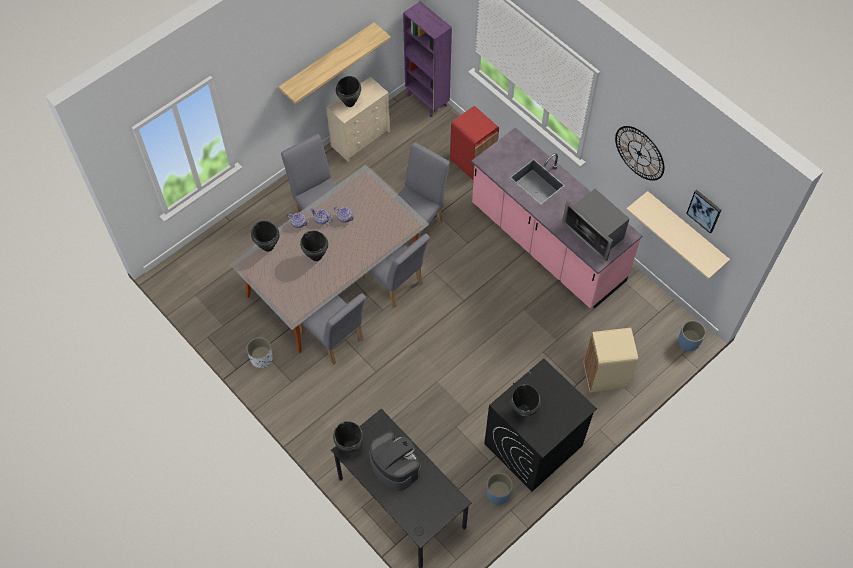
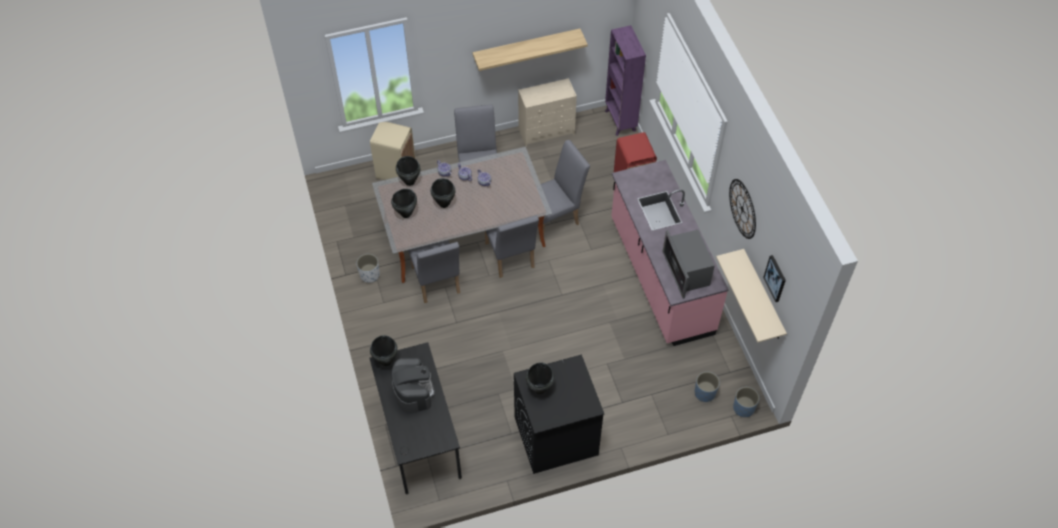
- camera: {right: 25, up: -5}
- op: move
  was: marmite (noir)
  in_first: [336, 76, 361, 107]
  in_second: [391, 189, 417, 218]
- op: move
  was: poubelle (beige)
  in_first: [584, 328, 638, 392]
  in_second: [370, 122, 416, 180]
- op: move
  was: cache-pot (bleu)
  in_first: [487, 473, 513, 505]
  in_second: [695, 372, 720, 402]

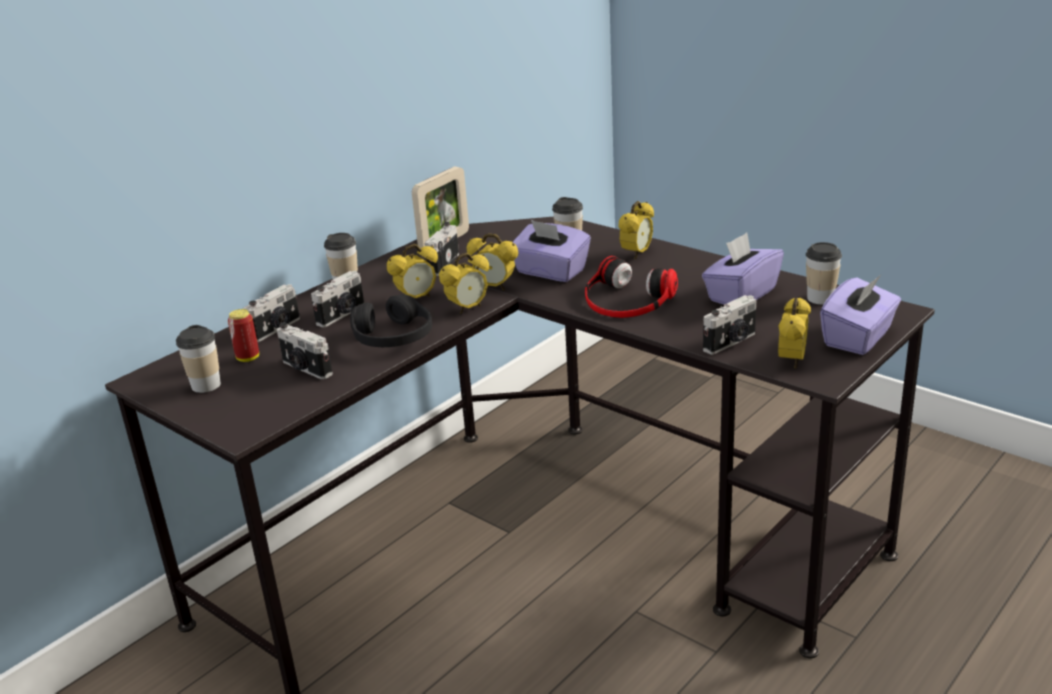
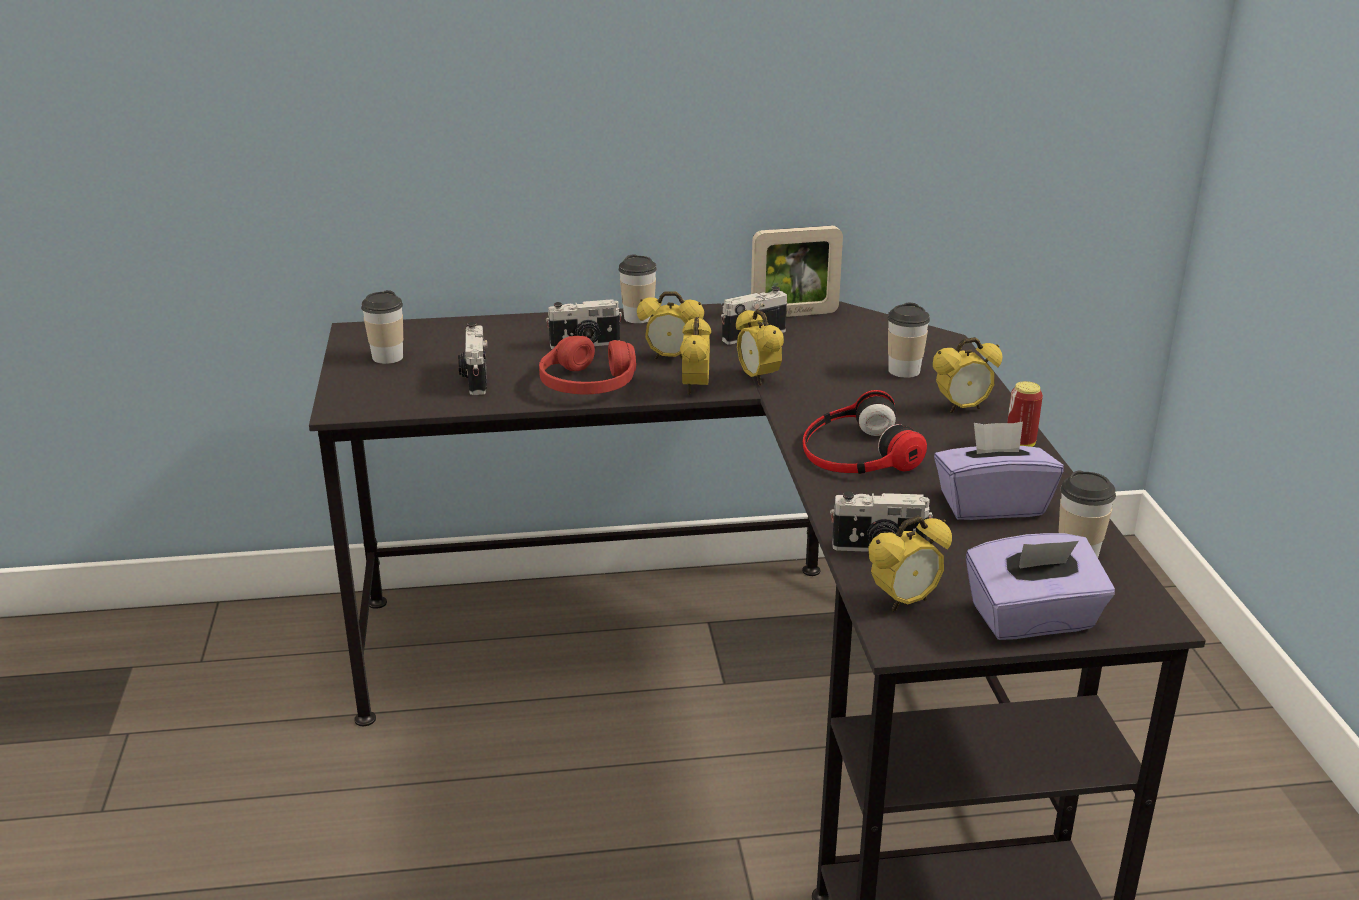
- camera: {right: 40, up: 0}
- op: delete
  was: boîte à mouchoirs (violet)
  in_first: [513, 220, 591, 282]
- op: rotate
  was: réveil
  in_first: [439, 253, 489, 314]
  in_second: [680, 317, 711, 395]
  clockwise: 90
- op: delete
  was: appareil photo
  in_first: [243, 284, 300, 342]
- op: recolor
  was: casque audio (noir)
  now: casque audio (rouge)
  in_first: [350, 294, 432, 347]
  in_second: [539, 336, 636, 395]
- op: move
  was: boîte métallique
  in_first: [228, 309, 259, 362]
  in_second: [1007, 381, 1043, 447]

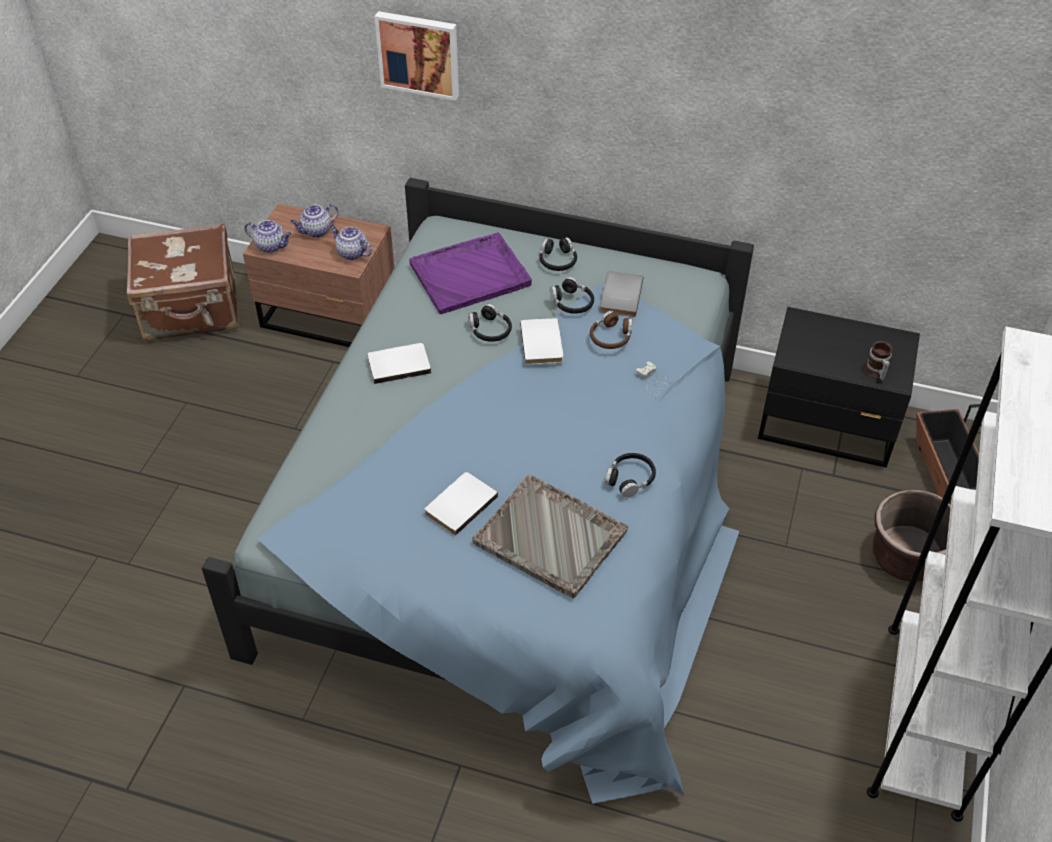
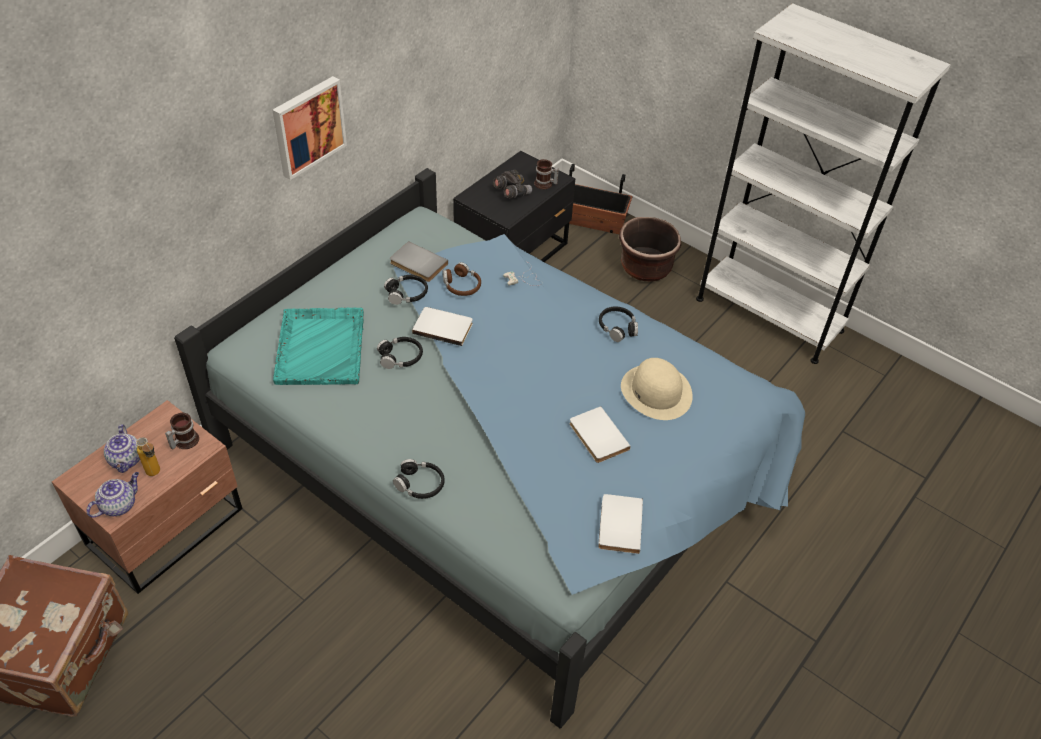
- camera: {right: -70, up: 0}
- op: move
  was: tableau
  in_first: [374, 11, 459, 101]
  in_second: [273, 76, 347, 180]
- op: replace
  was: théière
  now: mug
  in_first: [330, 225, 372, 260]
  in_second: [165, 413, 199, 450]
- op: recolor
  was: plateau (violet)
  now: plateau (turquoise)
  in_first: [409, 232, 532, 314]
  in_second: [273, 307, 364, 385]
- op: move
  was: casque audio (noir)
  in_first: [539, 237, 577, 271]
  in_second: [393, 459, 445, 499]
- op: move
  was: livre (blanc)
  in_first: [367, 343, 431, 384]
  in_second: [598, 494, 643, 554]
- op: replace
  was: plateau (gris)
  now: chapeau (beige)
  in_first: [472, 475, 628, 598]
  in_second: [621, 358, 693, 420]
- op: insert
  now: jumelles (gris)
  in_second: [493, 169, 532, 199]
- op: insert
  now: bouteille
  in_second: [136, 437, 160, 476]

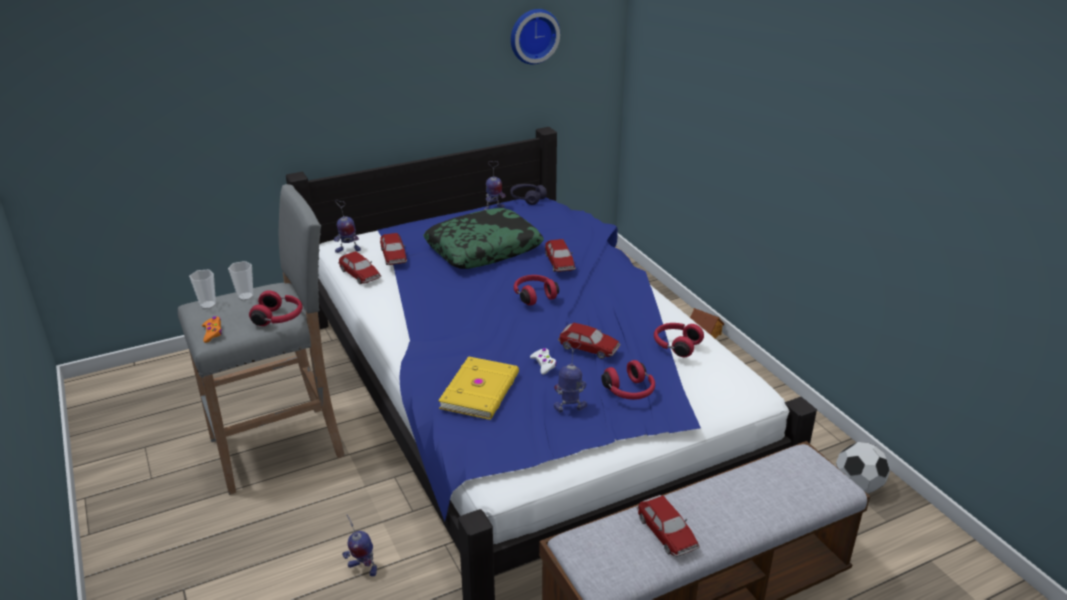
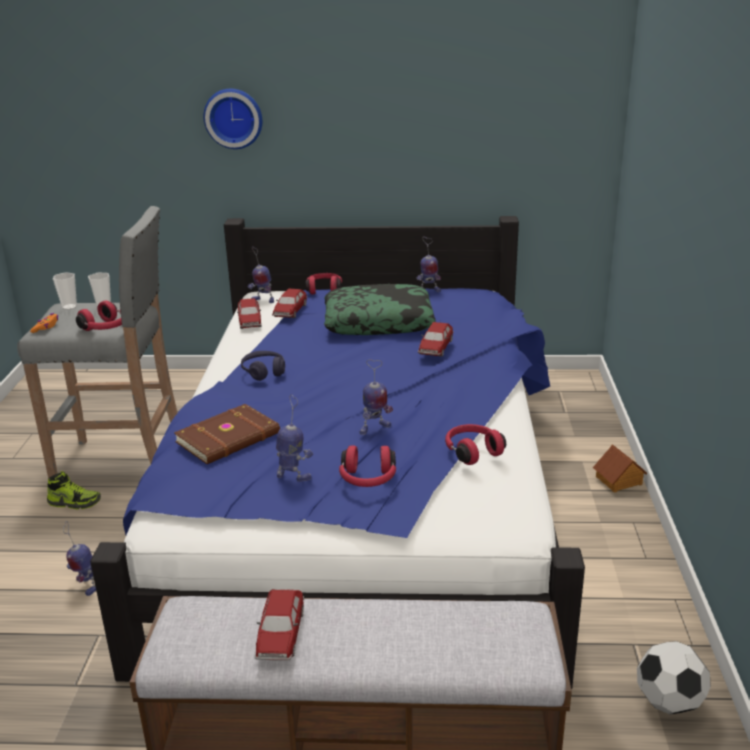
- camera: {right: 30, up: -5}
- op: move
  was: horloge murale
  in_first: [511, 9, 560, 64]
  in_second: [203, 89, 262, 149]
- op: move
  was: casque audio (violet)
  in_first: [510, 184, 547, 205]
  in_second: [241, 351, 285, 381]
- op: move
  was: casque audio (rouge)
  in_first: [514, 275, 559, 306]
  in_second: [306, 273, 342, 294]
- op: replace
  was: petite voiture
  now: robot jouet
  in_first: [558, 323, 621, 359]
  in_second: [360, 360, 393, 435]
- op: delete
  was: manette (blanc)
  in_first: [530, 348, 557, 375]
- op: recolor
  was: livre (jaune)
  now: livre (marron)
  in_first: [438, 356, 519, 420]
  in_second: [174, 404, 280, 464]
- op: insert
  now: chaussure
  in_second: [47, 471, 101, 510]

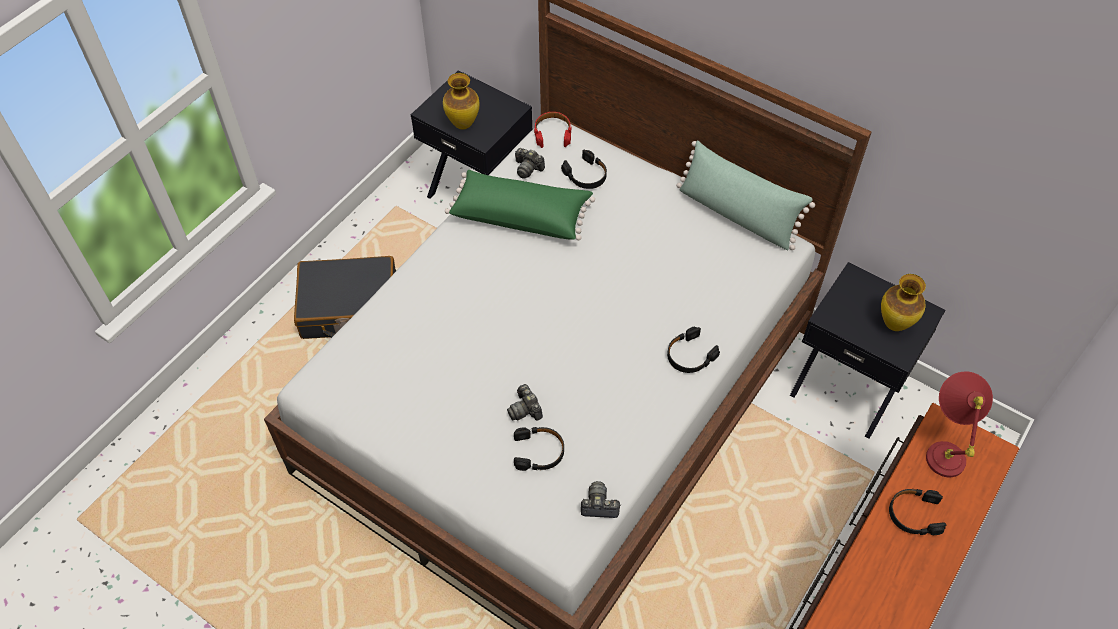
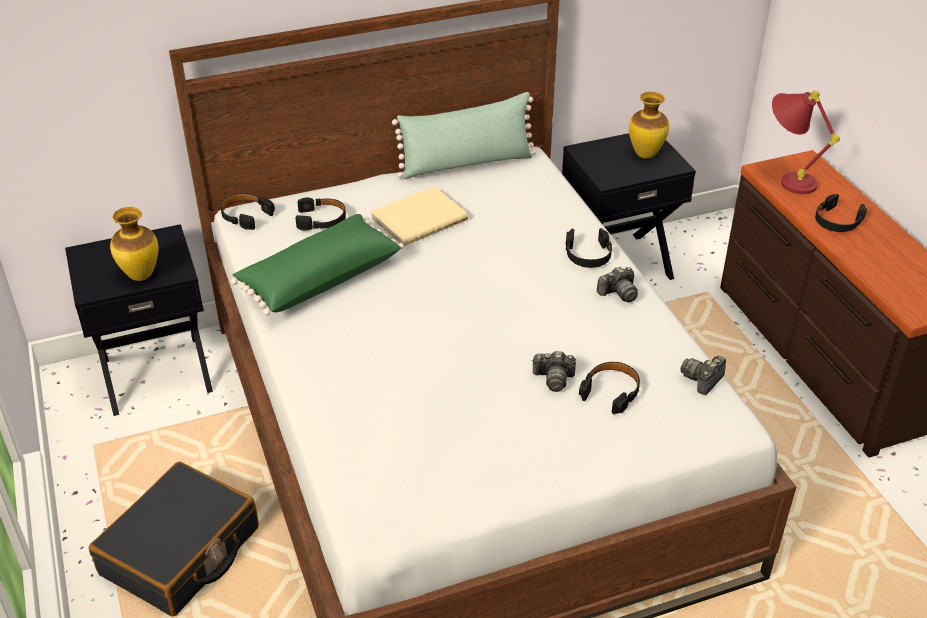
- camera: {right: -55, up: -15}
- op: recolor
  was: casque audio (rouge)
  now: casque audio (noir)
  in_first: [534, 112, 571, 148]
  in_second: [221, 193, 275, 230]
- op: move
  was: appareil photo
  in_first: [515, 148, 545, 179]
  in_second: [597, 266, 638, 303]
- op: insert
  now: livre (beige)
  in_second: [371, 187, 468, 246]

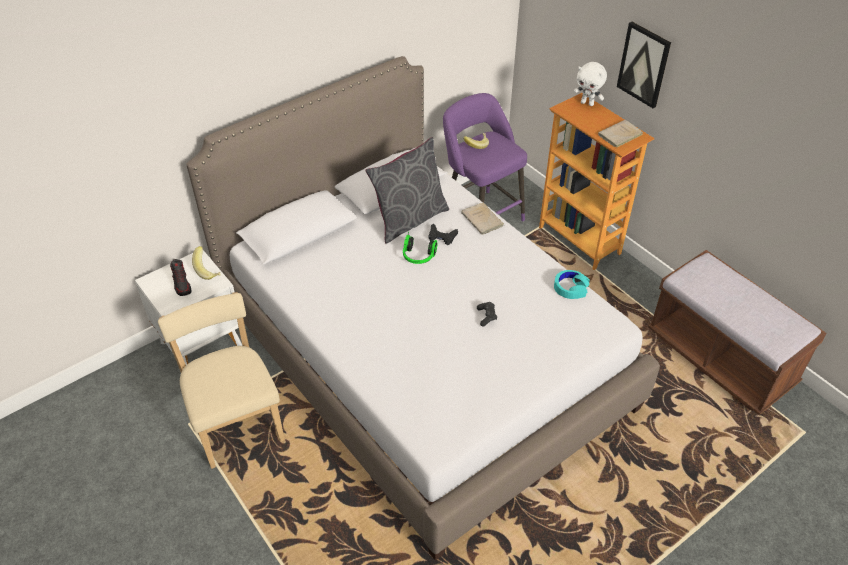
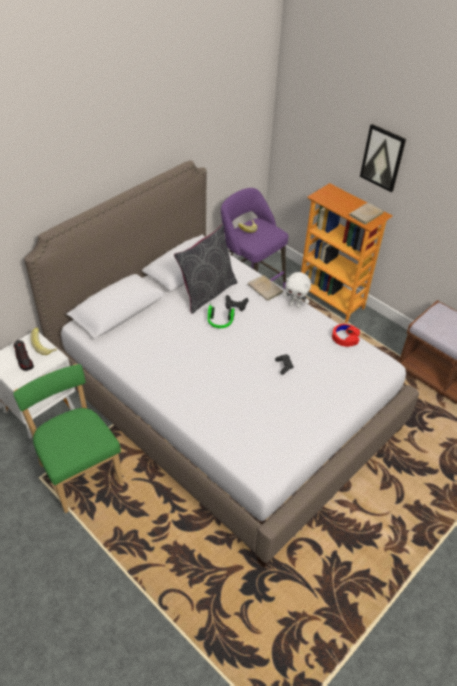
- camera: {right: -10, up: 0}
- op: move
  was: peluche (blanc)
  in_first: [574, 62, 607, 106]
  in_second: [283, 272, 311, 308]
- op: recolor
  was: casque audio (turquoise)
  now: casque audio (rouge)
  in_first: [554, 270, 590, 299]
  in_second: [332, 324, 360, 347]
- op: recolor
  was: chaise (beige)
  now: chaise (vert)
  in_first: [158, 292, 285, 469]
  in_second: [13, 364, 123, 513]

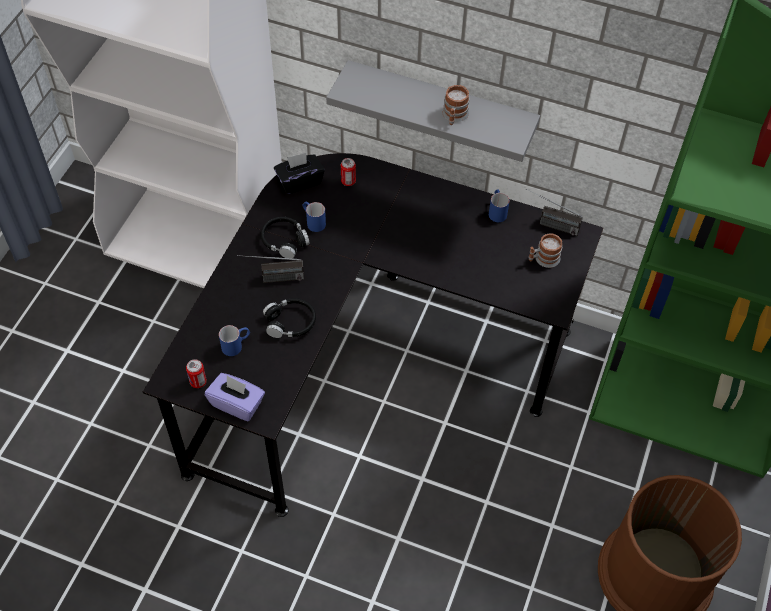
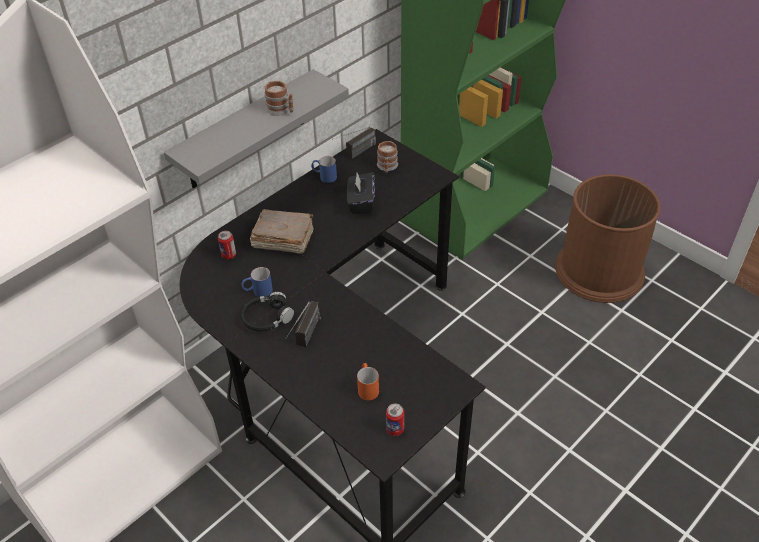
- camera: {right: -65, up: -10}
- op: move
  was: boîte à mouchoirs (noir)
  in_first: [274, 153, 325, 194]
  in_second: [347, 172, 375, 214]
- op: delete
  was: casque audio (noir)
  in_first: [263, 298, 316, 338]
- op: recolor
  was: mug (bleu)
  now: mug (orange)
  in_first: [219, 325, 250, 356]
  in_second: [357, 363, 379, 400]
- op: delete
  was: boîte à mouchoirs (violet)
  in_first: [205, 373, 265, 421]
- op: insert
  now: livre (marron)
  in_second: [250, 209, 313, 254]

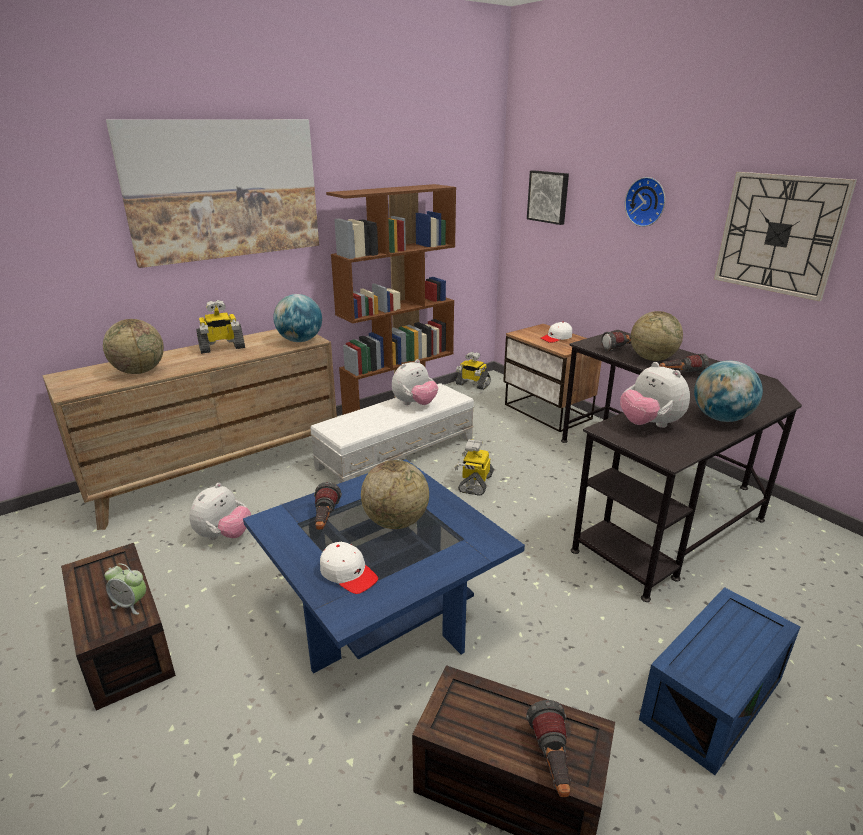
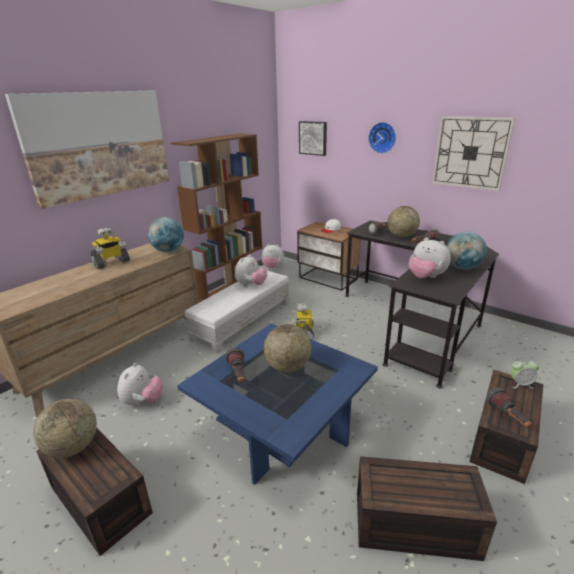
- camera: {right: -15, up: 0}
- op: move
  was: globe
  in_first: [103, 319, 164, 374]
  in_second: [33, 399, 97, 458]
- op: replace
  was: robot jouet
  now: peluche
  in_first: [456, 352, 491, 390]
  in_second: [262, 244, 284, 268]
- op: delete
  was: casquette (blanc)
  in_first: [320, 542, 378, 594]
- op: move
  was: réveil
  in_first: [105, 563, 146, 615]
  in_second: [511, 358, 539, 389]
- op: recolor
  was: boîte de rangement (bleu)
  now: boîte de rangement (marron)
  in_first: [639, 587, 801, 775]
  in_second: [469, 370, 543, 484]
- op: move
  was: lampe de poche
  in_first: [526, 700, 571, 797]
  in_second: [486, 387, 532, 428]

